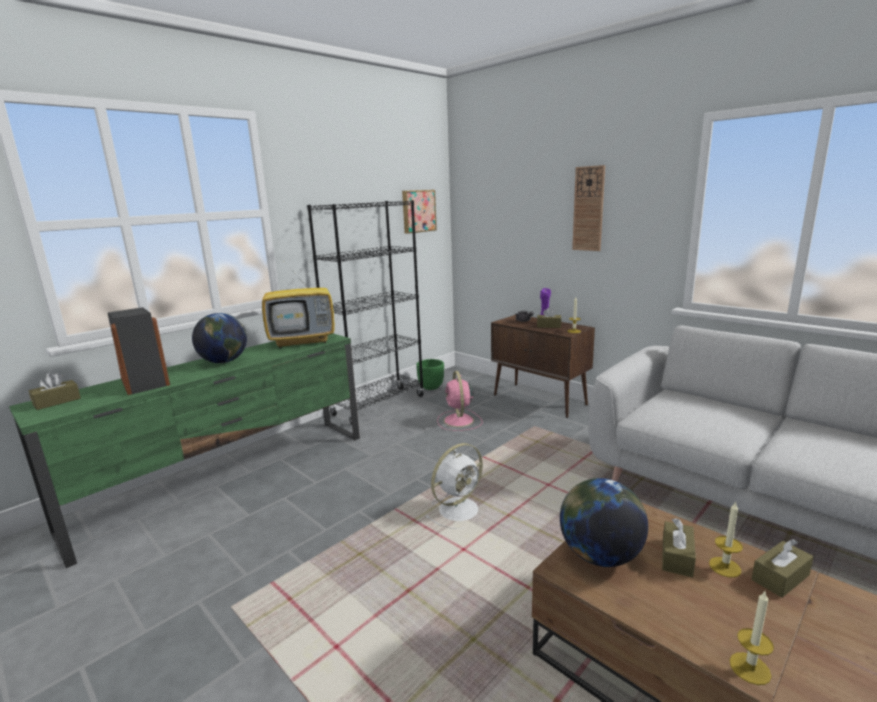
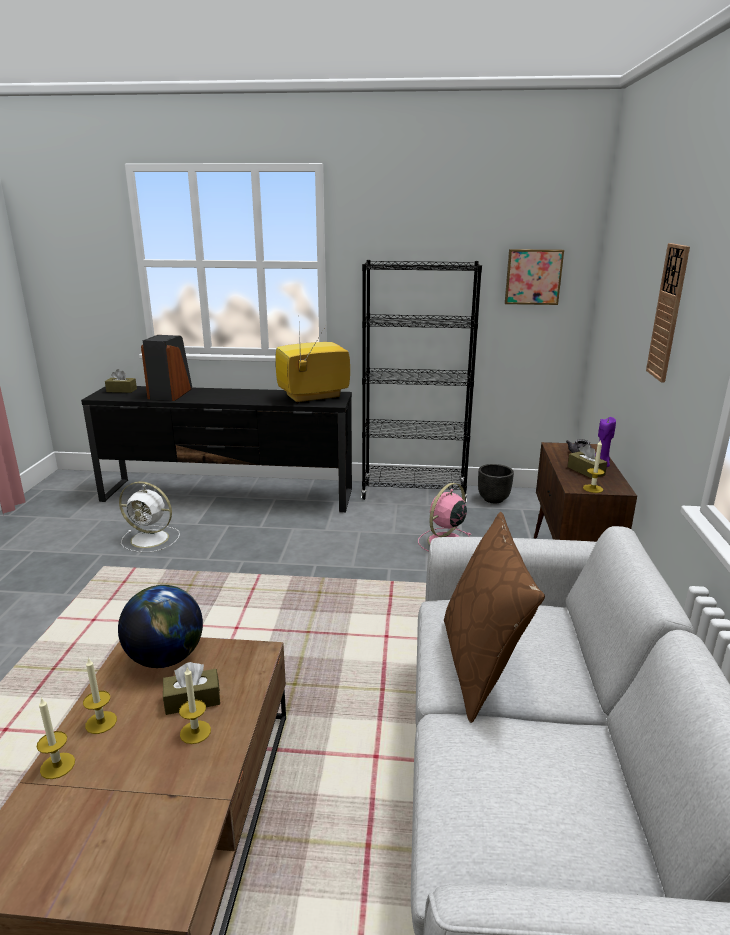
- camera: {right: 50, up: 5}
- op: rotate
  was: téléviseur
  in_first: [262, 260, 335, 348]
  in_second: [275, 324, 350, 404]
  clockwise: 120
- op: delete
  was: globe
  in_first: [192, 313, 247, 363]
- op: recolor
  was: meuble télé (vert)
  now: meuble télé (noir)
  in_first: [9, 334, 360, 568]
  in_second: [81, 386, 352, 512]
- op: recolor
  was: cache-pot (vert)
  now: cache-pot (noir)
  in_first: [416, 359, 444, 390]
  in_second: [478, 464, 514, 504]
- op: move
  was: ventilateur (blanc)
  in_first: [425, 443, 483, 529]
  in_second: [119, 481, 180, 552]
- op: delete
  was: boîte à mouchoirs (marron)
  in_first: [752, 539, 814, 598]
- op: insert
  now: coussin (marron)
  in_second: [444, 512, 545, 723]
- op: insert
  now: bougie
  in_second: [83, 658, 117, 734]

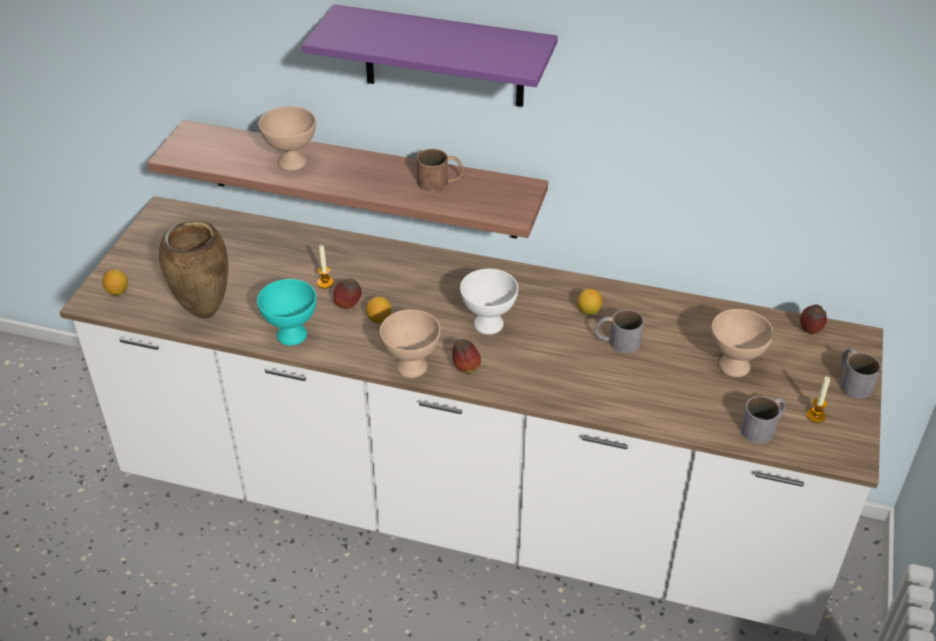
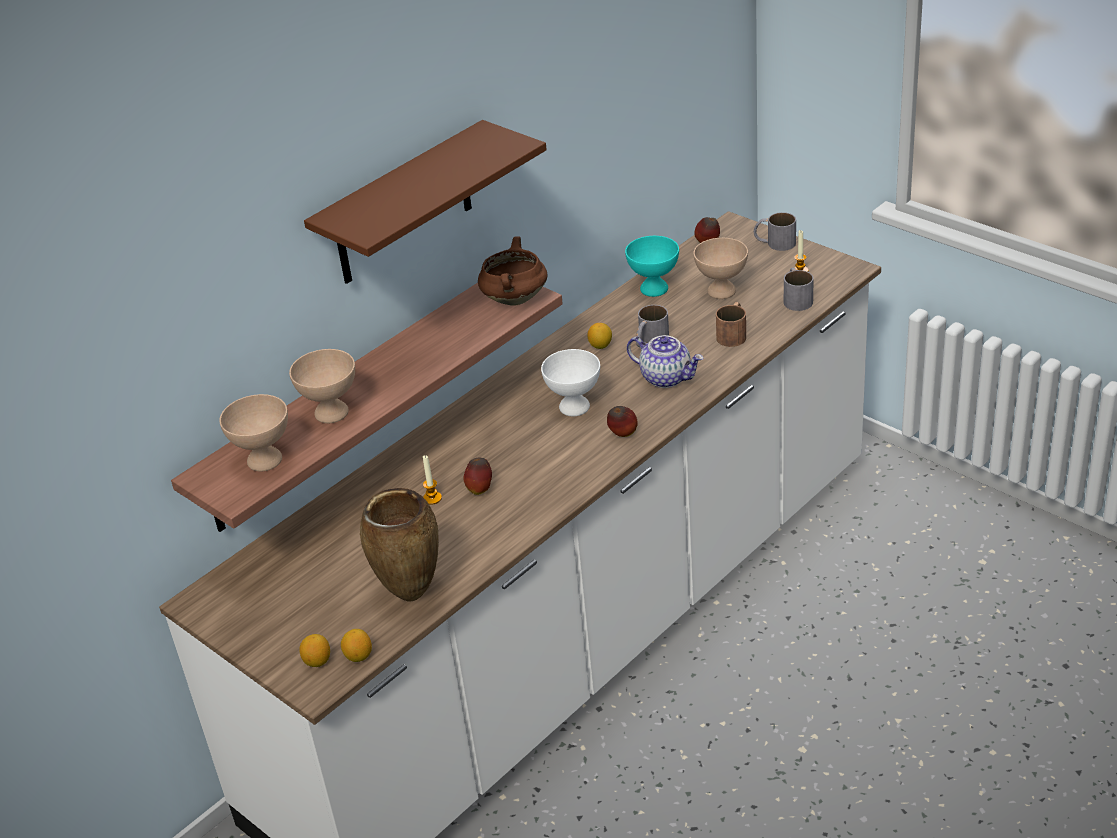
- camera: {right: -60, up: -5}
- op: recolor
  was: étagère (violet)
  now: étagère (marron)
  in_first: [302, 4, 558, 107]
  in_second: [304, 120, 547, 284]
- op: move
  was: mug (marron)
  in_first: [417, 149, 464, 192]
  in_second: [716, 302, 746, 347]
- op: move
  was: bol (turquoise)
  in_first: [257, 279, 317, 346]
  in_second: [625, 236, 679, 297]
- op: move
  was: citron
  in_first: [366, 297, 391, 323]
  in_second: [341, 629, 372, 662]
- op: move
  was: bol (beige)
  in_first: [380, 309, 441, 378]
  in_second: [219, 394, 288, 472]
- op: insert
  now: marmite (marron)
  in_second: [478, 236, 548, 305]
- op: insert
  now: théière
  in_second: [627, 335, 703, 388]

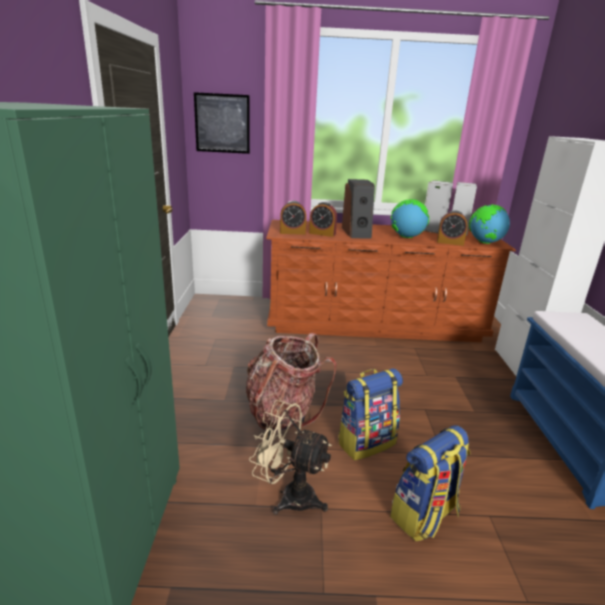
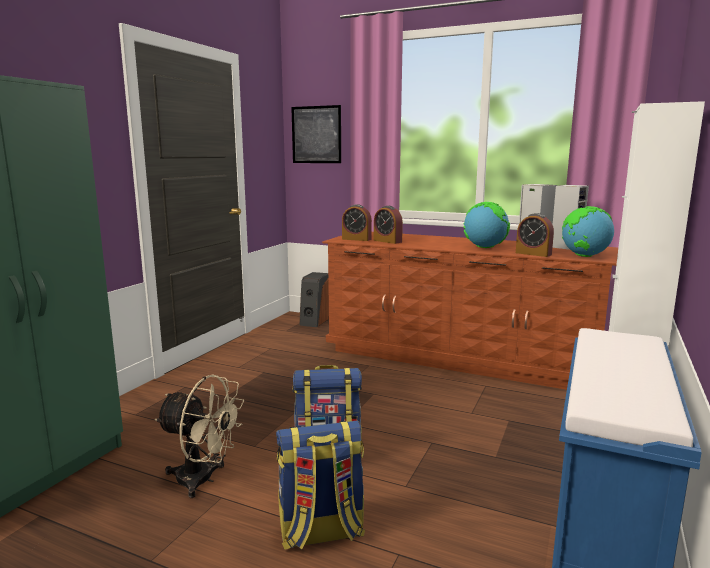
- camera: {right: 25, up: -10}
- op: move
  was: enceinte
  in_first: [342, 179, 375, 239]
  in_second: [299, 272, 329, 327]
- op: delete
  was: sac à dos
  in_first: [246, 333, 336, 432]
- op: rotate
  was: ventilateur (beige)
  in_first: [249, 400, 332, 515]
  in_second: [155, 375, 244, 498]
  clockwise: 150

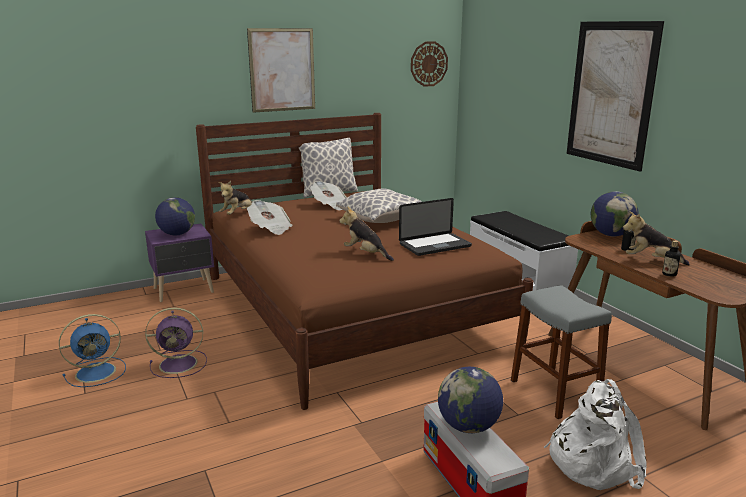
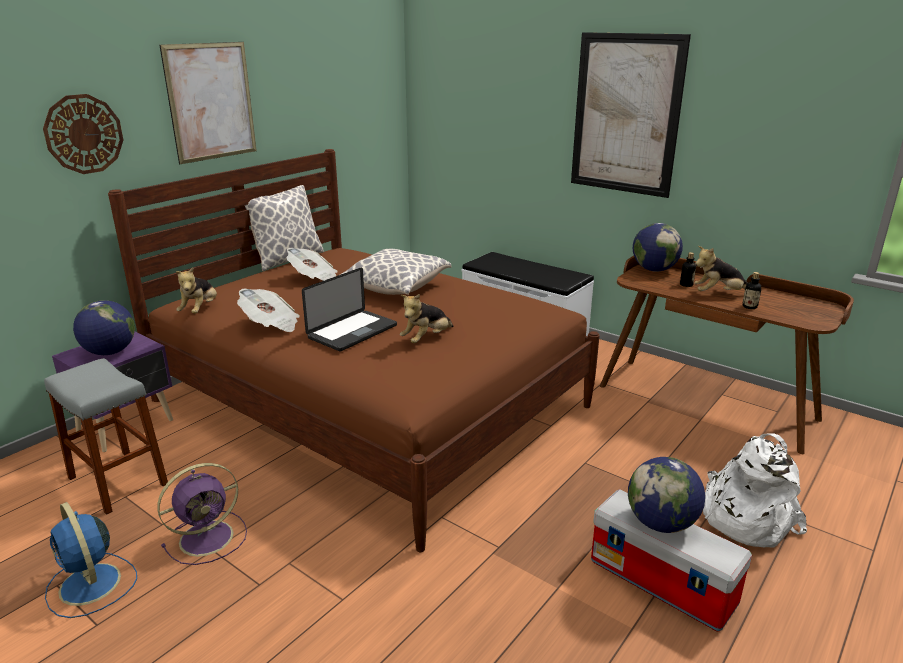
- camera: {right: -25, up: 5}
- op: move
  was: horloge murale
  in_first: [411, 42, 448, 87]
  in_second: [43, 94, 123, 174]
- op: move
  was: ordinateur portable
  in_first: [399, 198, 472, 256]
  in_second: [302, 268, 397, 351]
- op: rotate
  was: peluche
  in_first: [339, 206, 394, 261]
  in_second: [400, 294, 453, 343]
  clockwise: -60
- op: move
  was: tabouret (gris)
  in_first: [511, 286, 612, 419]
  in_second: [44, 358, 168, 515]
- op: rotate
  was: ventilateur (bleu)
  in_first: [59, 314, 126, 387]
  in_second: [45, 502, 137, 618]
  clockwise: 105

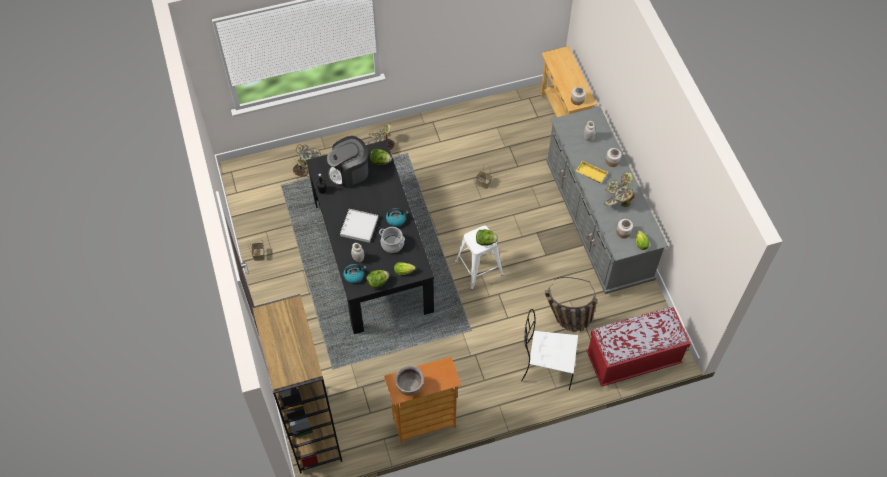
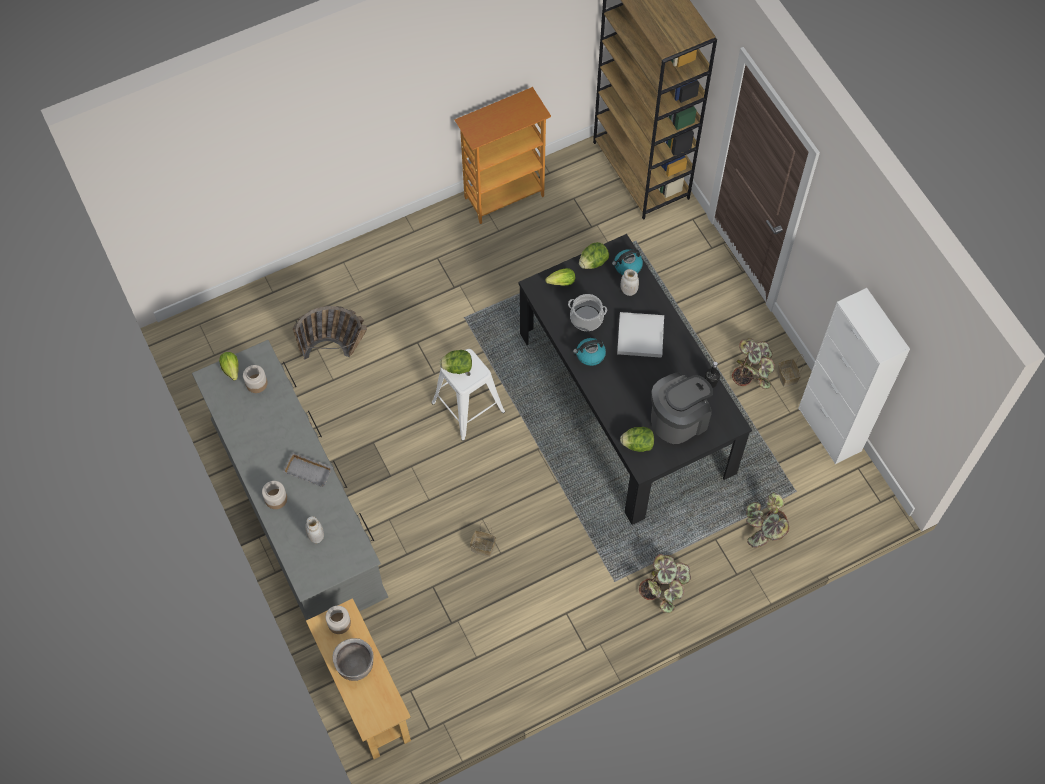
- camera: {right: 170, up: 5}
- op: recolor
  was: plateau (jaune)
  now: plateau (gris)
  in_first: [576, 161, 608, 183]
  in_second: [283, 452, 333, 487]
- op: move
  was: plante en pot
  in_first: [604, 171, 635, 207]
  in_second: [732, 338, 775, 389]
- op: delete
  was: banc (rouge)
  in_first: [586, 307, 691, 387]
- op: delete
  was: chaise (blanc)
  in_first: [521, 309, 578, 390]
- op: move
  was: marmite (marron)
  in_first: [395, 366, 424, 396]
  in_second: [332, 638, 374, 681]
- op: insert
  now: meuble de rangement (blanc)
  in_second: [798, 288, 910, 464]

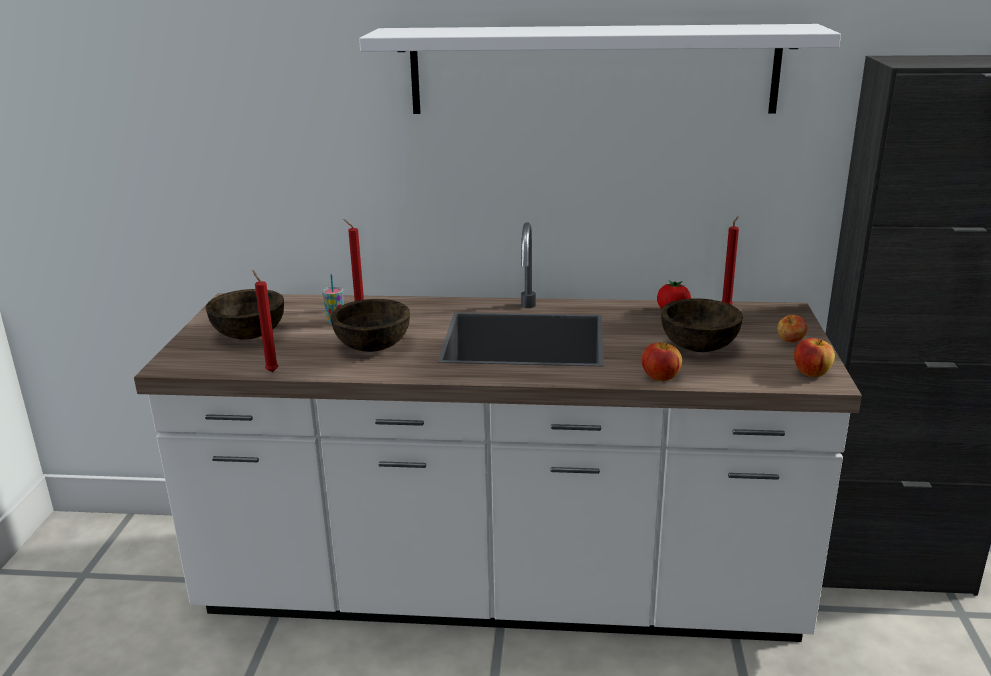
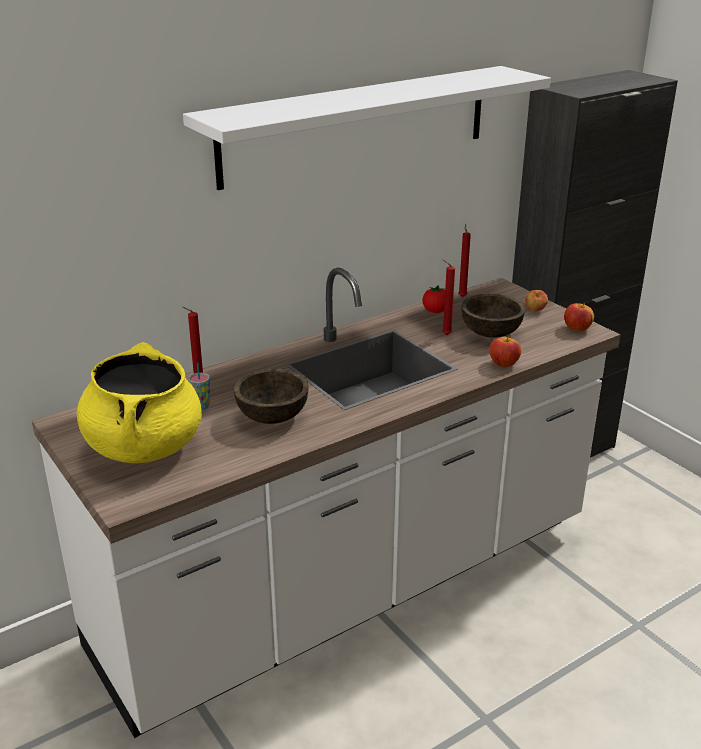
- camera: {right: -40, up: 5}
- op: move
  was: bougie (rouge)
  in_first: [252, 270, 278, 372]
  in_second: [442, 260, 455, 335]
- op: replace
  was: bol (marron)
  now: marmite (jaune)
  in_first: [205, 289, 284, 340]
  in_second: [77, 342, 202, 464]

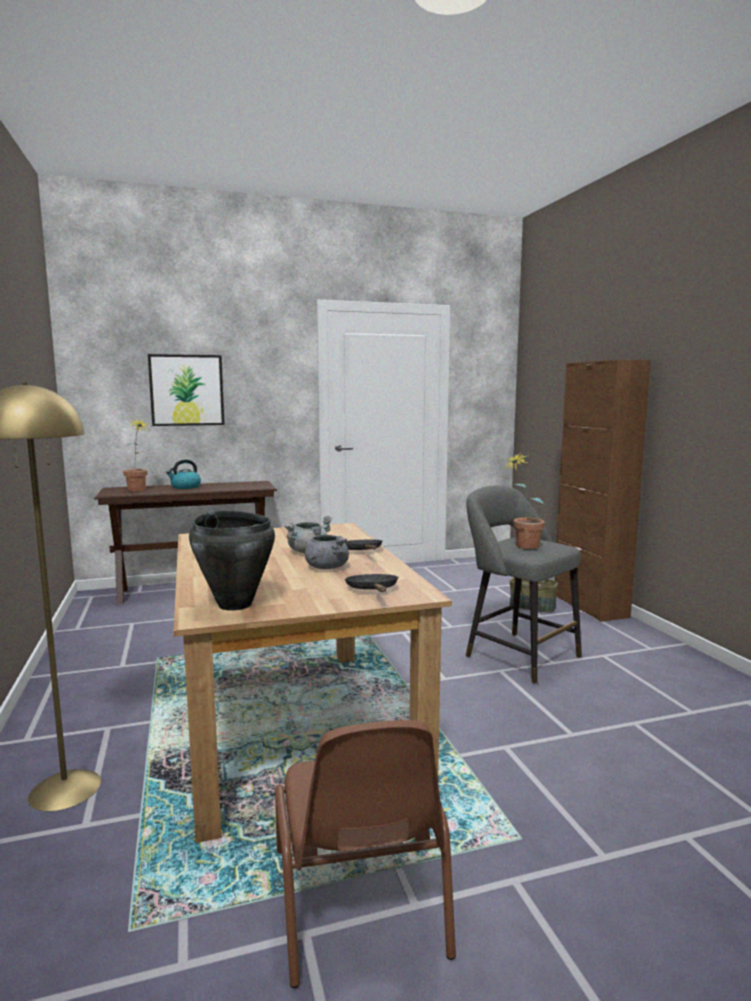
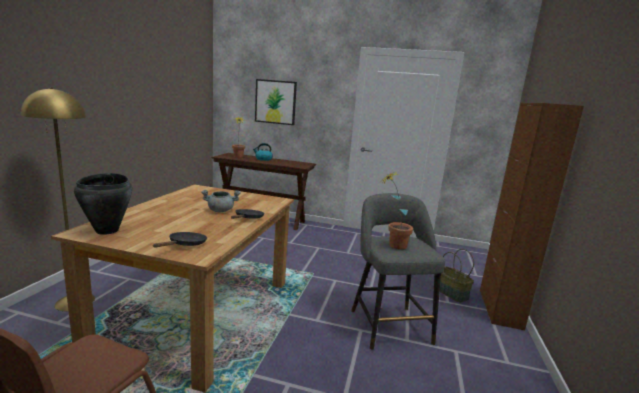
- camera: {right: 30, up: 5}
- op: delete
  was: marmite (gris)
  in_first: [305, 526, 349, 569]

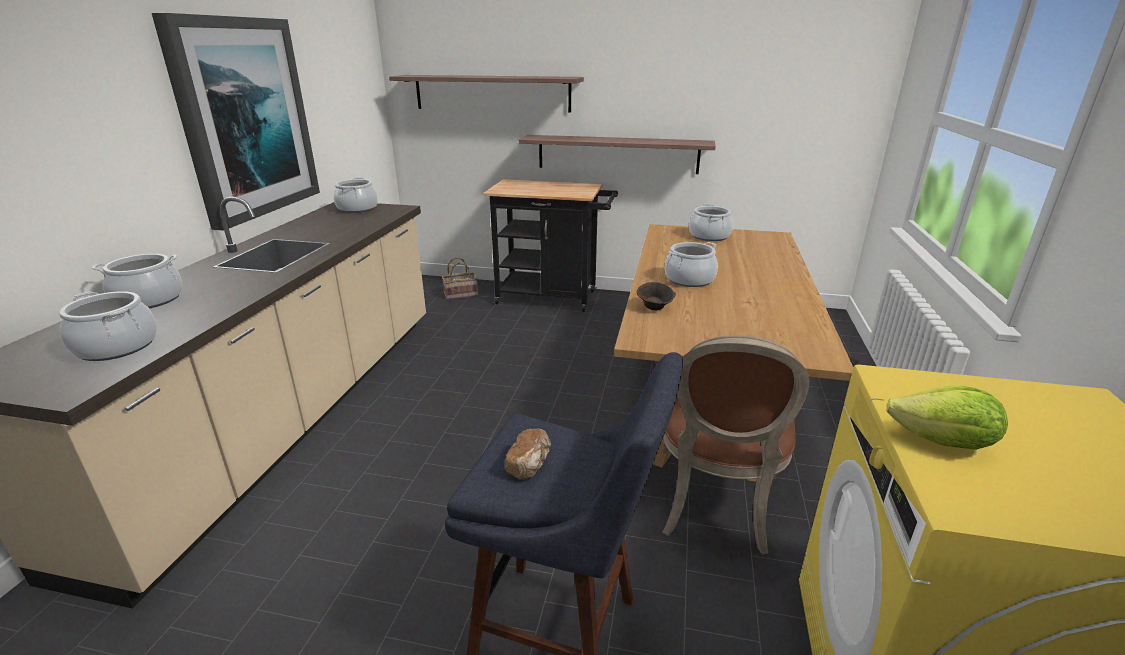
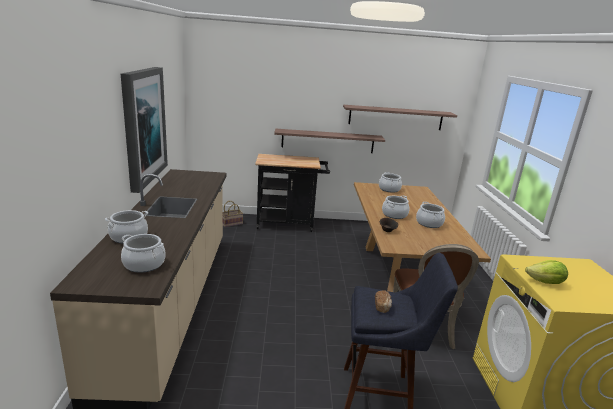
- camera: {right: -15, up: -5}
- op: move
  was: étagère
  in_first: [389, 75, 584, 112]
  in_second: [343, 105, 457, 130]
- op: move
  was: marmite
  in_first: [334, 177, 378, 213]
  in_second: [416, 202, 445, 228]

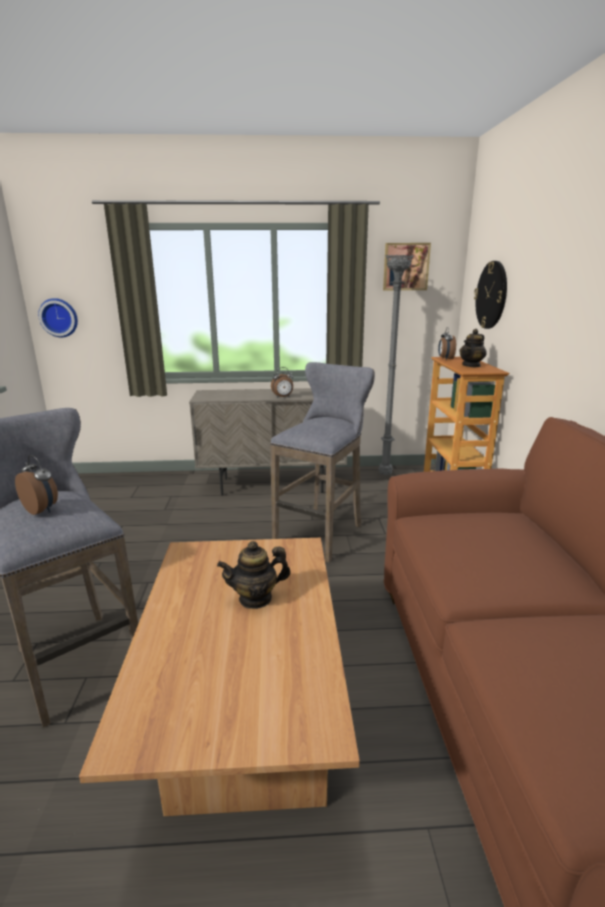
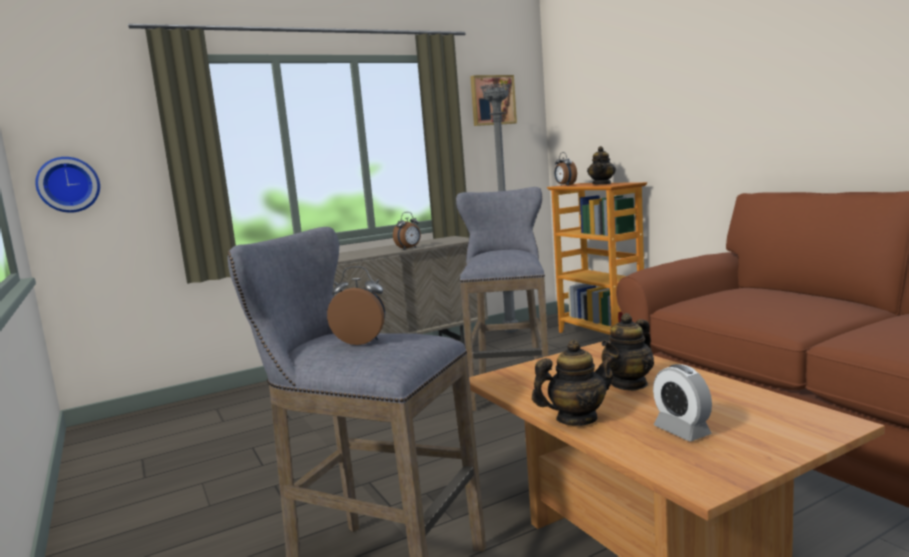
- camera: {right: -25, up: -10}
- op: delete
  was: horloge murale
  in_first: [474, 261, 507, 329]
- op: insert
  now: théière
  in_second: [532, 340, 617, 426]
- op: insert
  now: réveil
  in_second: [653, 364, 712, 441]

